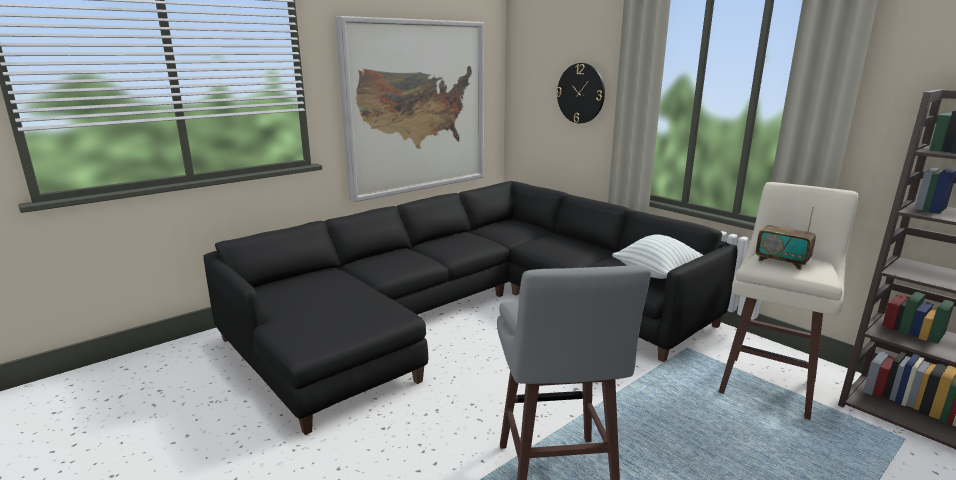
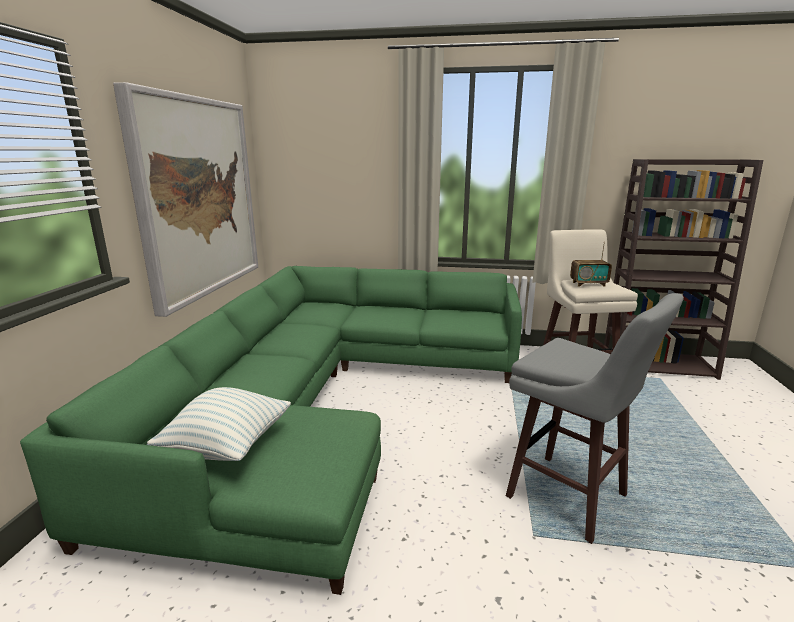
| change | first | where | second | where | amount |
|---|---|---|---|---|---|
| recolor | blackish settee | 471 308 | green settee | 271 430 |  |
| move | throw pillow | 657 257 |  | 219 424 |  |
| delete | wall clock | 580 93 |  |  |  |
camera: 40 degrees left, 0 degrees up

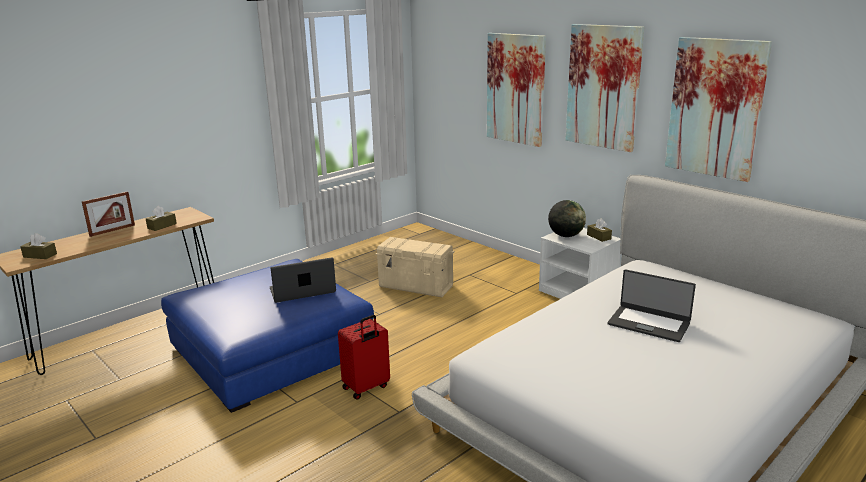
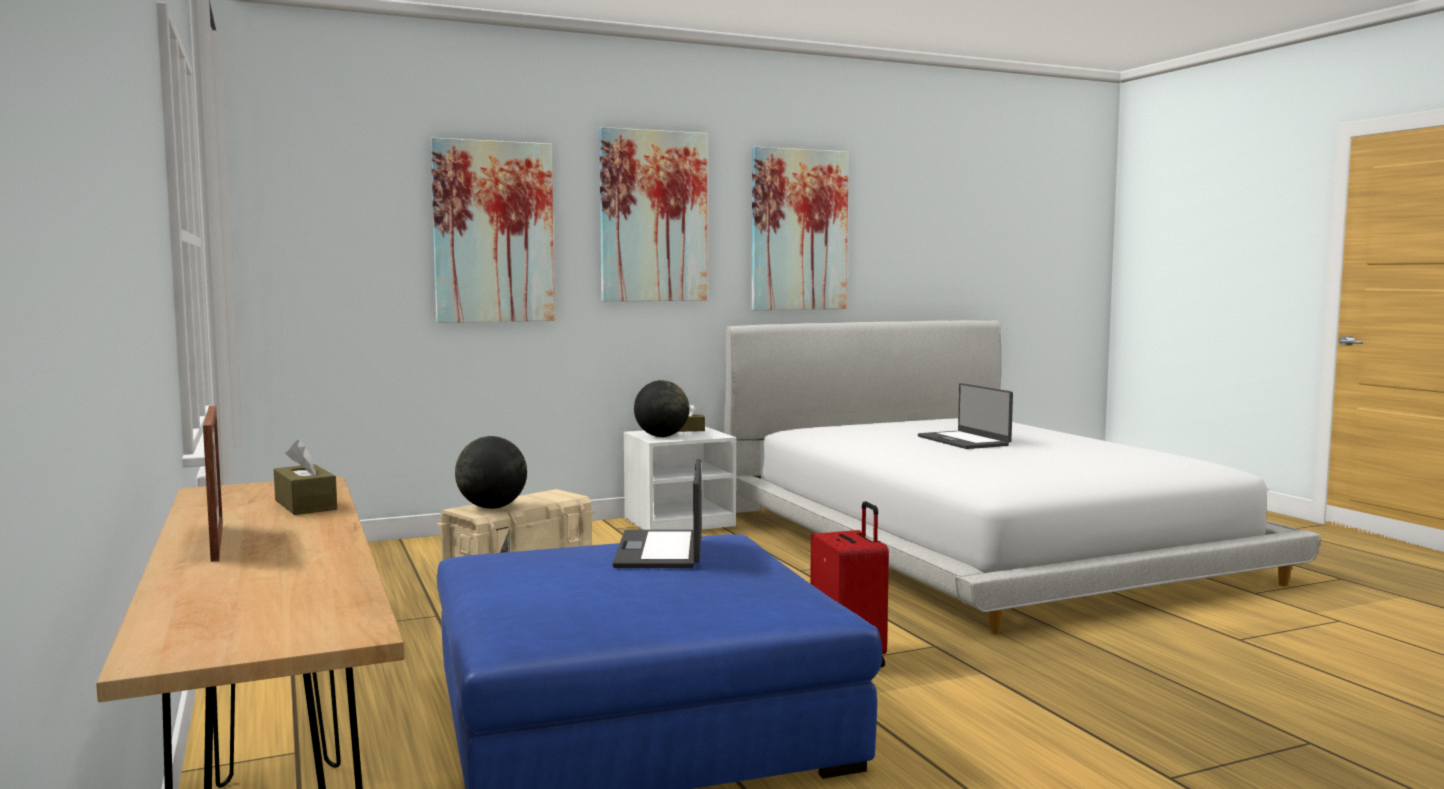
| change | first | where | second | where | amount |
|---|---|---|---|---|---|
| insert |  |  | world globe | 491 472 |  |
| rotate | laptop | 651 305 |  | 965 416 | 105 degrees clockwise |
| delete | brown tissue holder | 38 246 |  |  |  |
camera: 70 degrees left, 15 degrees down

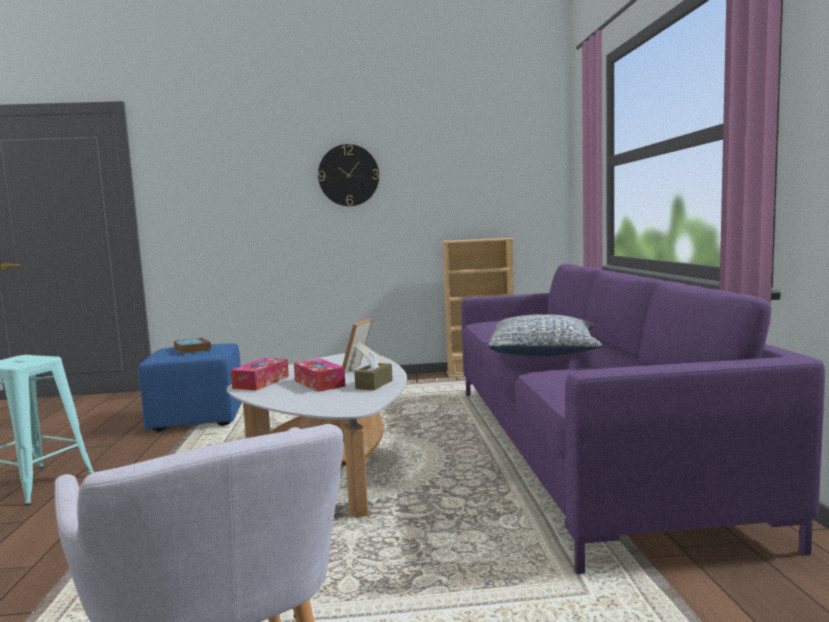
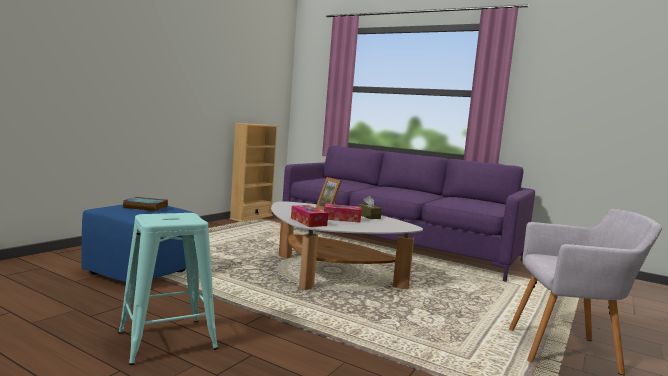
| change | first | where | second | where | amount |
|---|---|---|---|---|---|
| delete | wall clock | 348 175 |  |  |  |
| delete | throw pillow | 545 335 |  |  |  |
camera: 55 degrees left, 0 degrees up

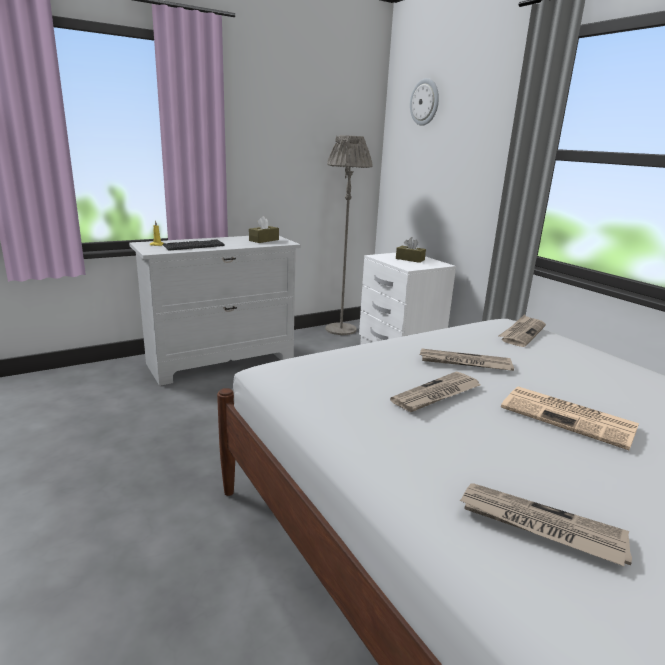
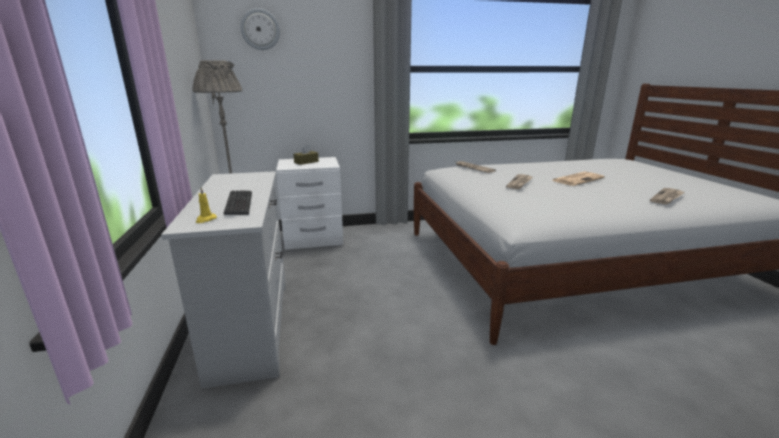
| change | first | where | second | where | amount |
|---|---|---|---|---|---|
| delete | brown tissue holder | 264 229 |  |  |  |
| delete | daily paper | 435 391 |  |  |  |
camera: 70 degrees left, 0 degrees up

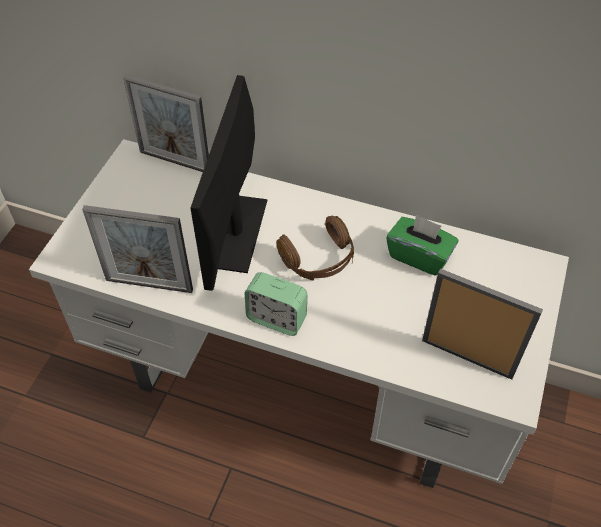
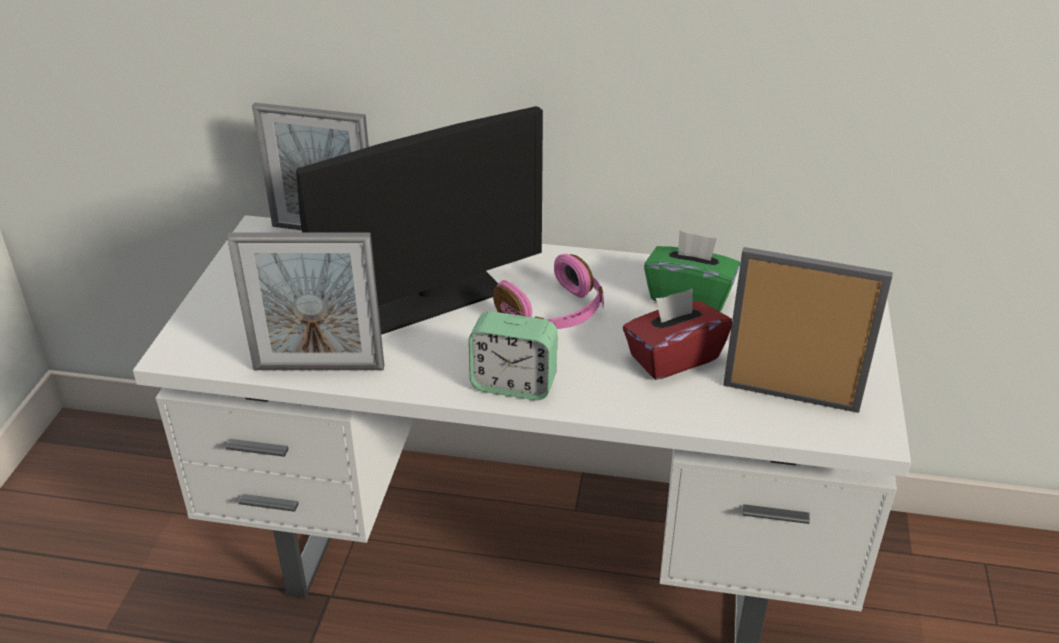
| change | first | where | second | where | amount |
|---|---|---|---|---|---|
| rotate | monitor | 228 183 |  | 419 220 | 120 degrees counterclockwise |
| recolor | brown headphones | 315 248 | pink headphones | 548 291 |  |
| insert |  |  | reddish tissue holder | 677 334 |  |
camera: 10 degrees left, 15 degrees down

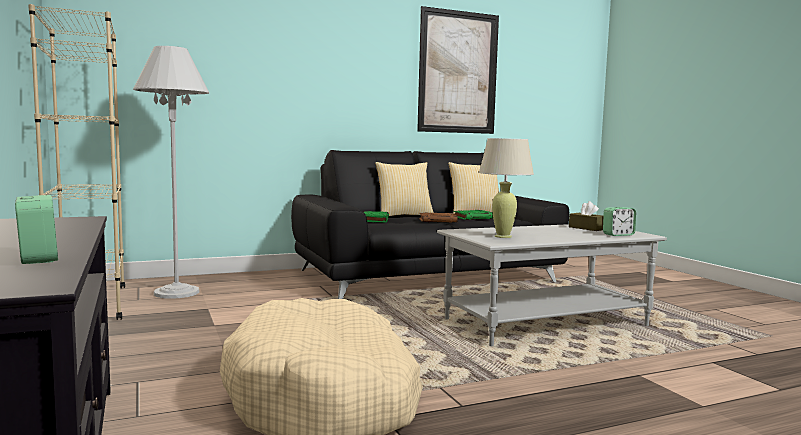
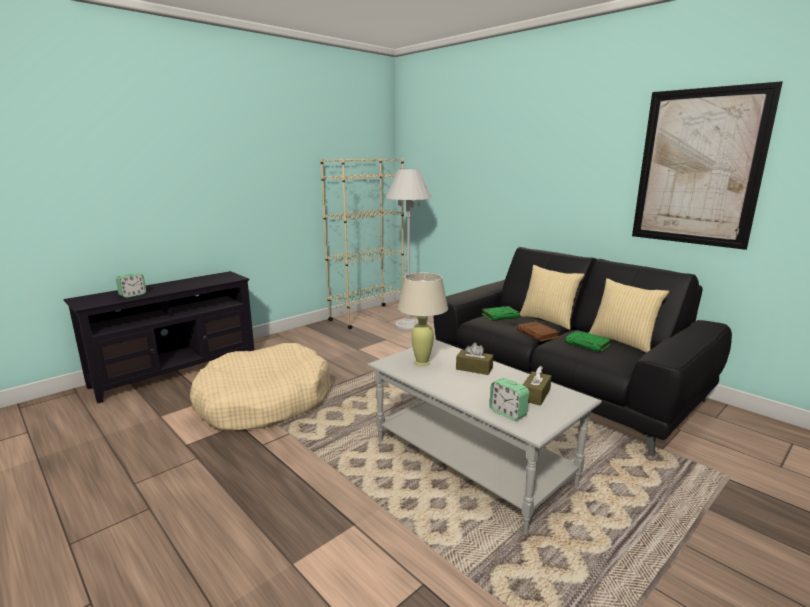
| change | first | where | second | where | amount |
|---|---|---|---|---|---|
| insert |  |  | brown tissue holder | 474 359 |  |
camera: 70 degrees right, 10 degrees up

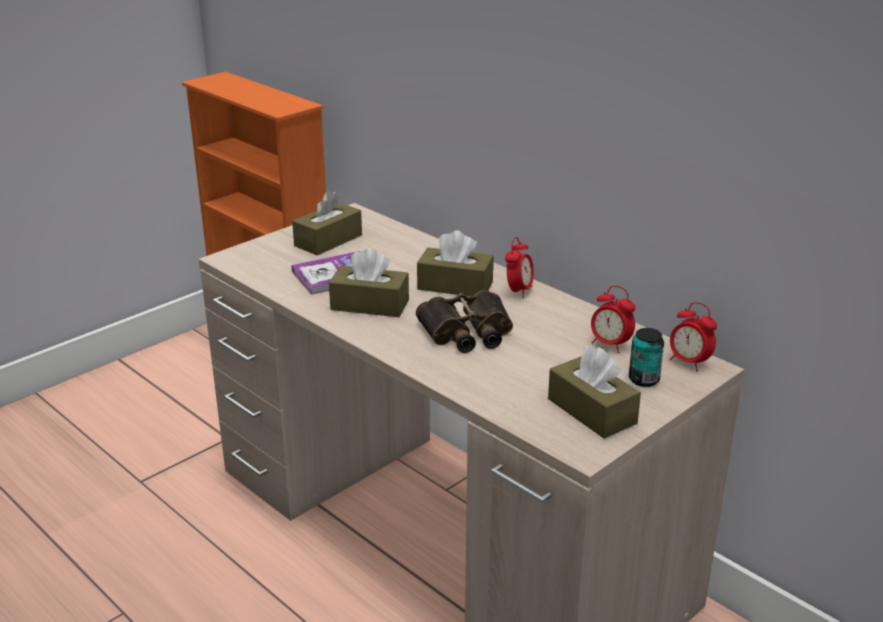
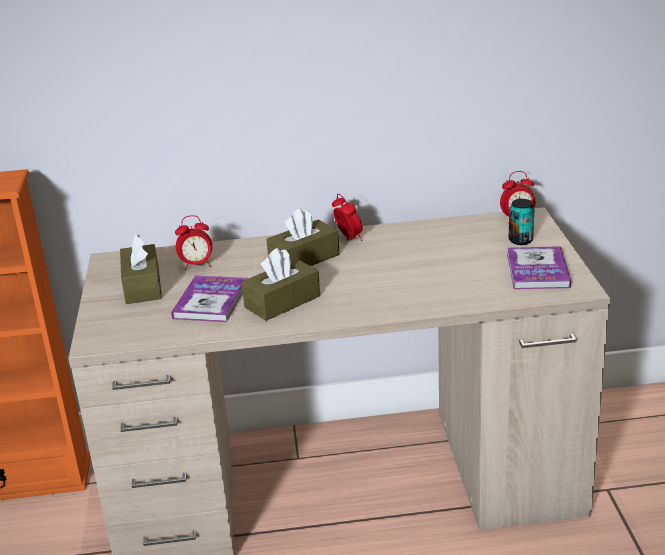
| change | first | where | second | where | amount |
|---|---|---|---|---|---|
| move | alarm clock | 613 319 |  | 193 243 |  |
| replace | brown tissue holder | 594 392 | volume | 539 267 |  |
| delete | field glasses | 464 321 |  |  |  |
camera: 50 degrees left, 0 degrees up

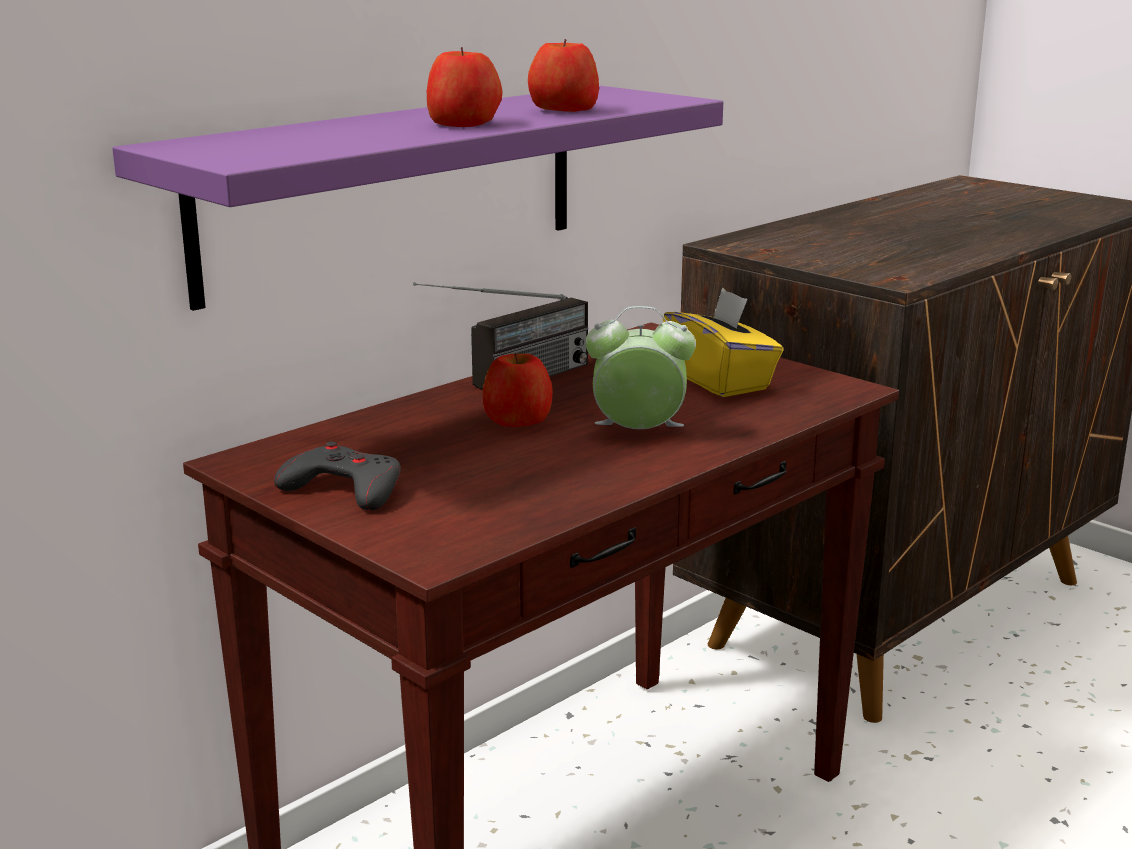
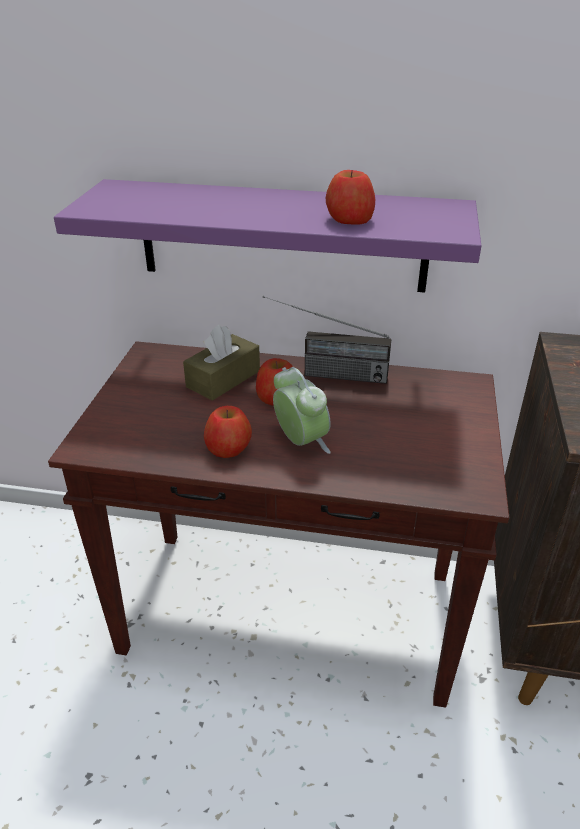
| change | first | where | second | where | amount |
|---|---|---|---|---|---|
| insert |  |  | brown tissue holder | 221 362 |  |
| move | apple fruit | 465 87 |  | 228 432 |  |
| delete | grey game controller | 337 476 |  |  |  |
| delete | yellowish tissue holder | 723 342 |  |  |  |
camera: 55 degrees right, 15 degrees up

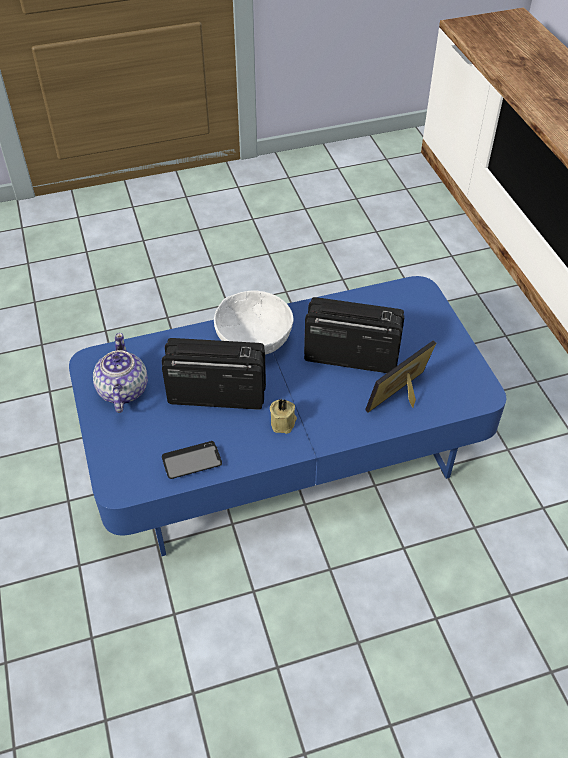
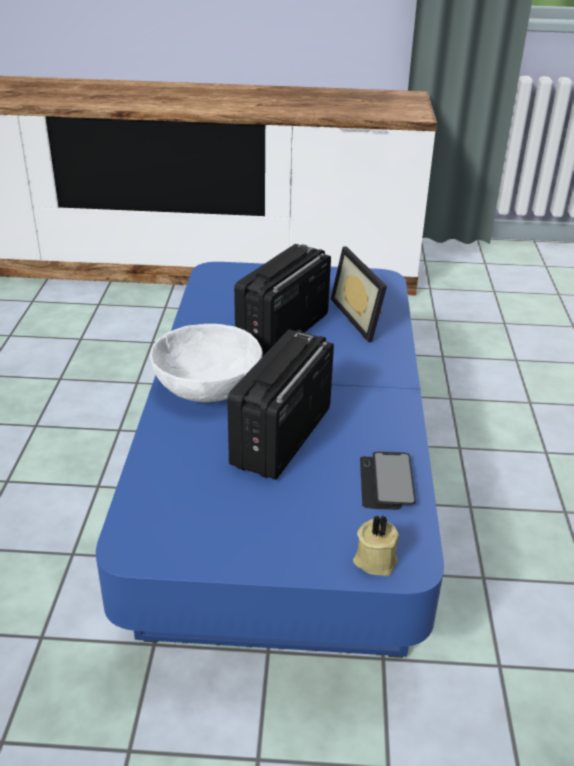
| change | first | where | second | where | amount |
|---|---|---|---|---|---|
| move | beige-coloured candle | 283 416 |  | 376 545 |  |
| delete | tea pot | 120 373 |  |  |  |
camera: 70 degrees left, 15 degrees down

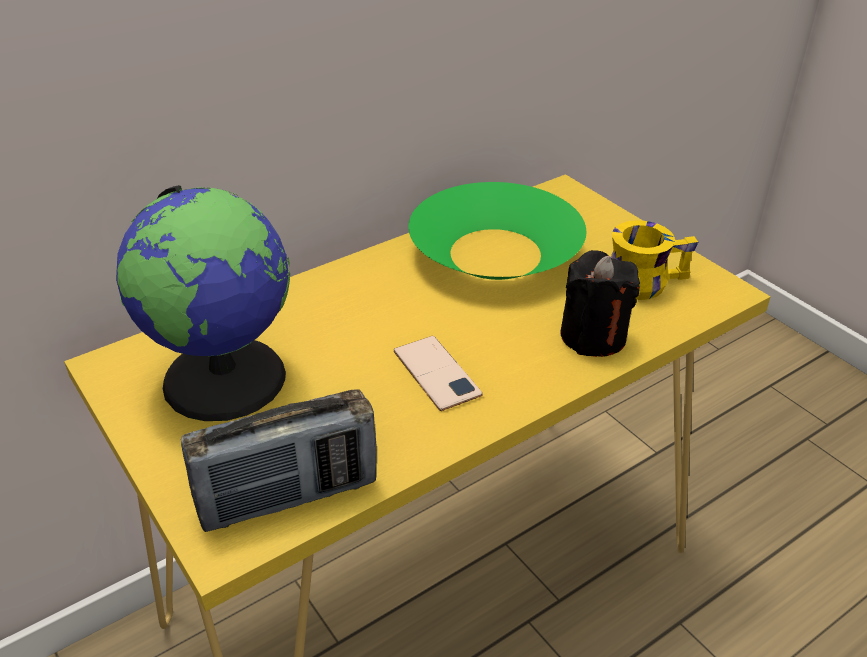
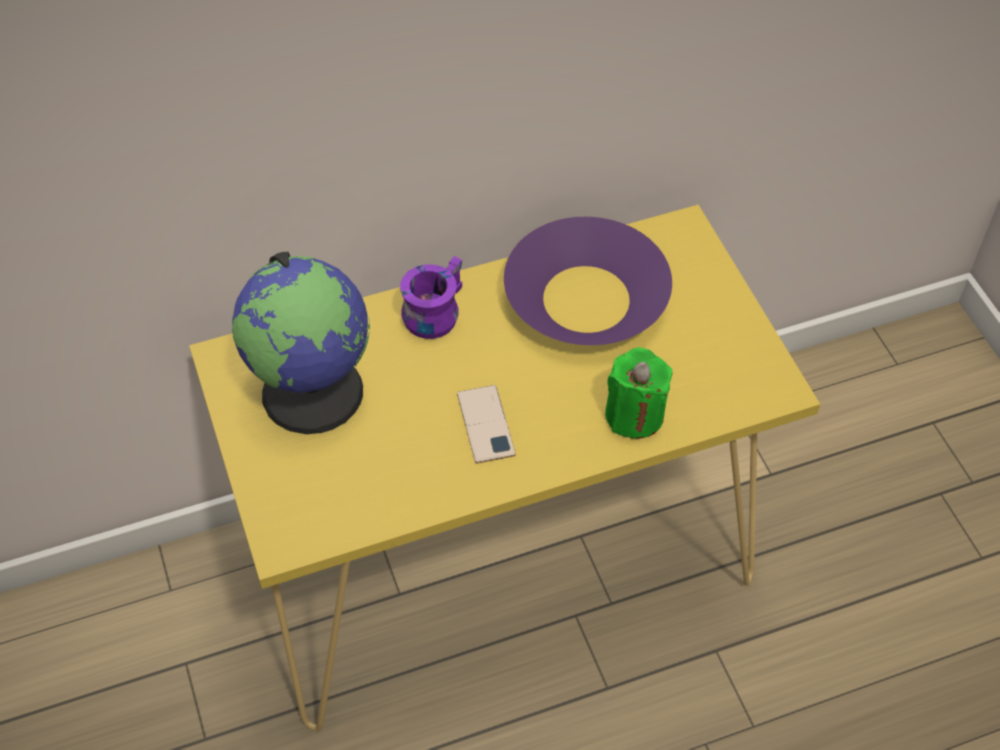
| change | first | where | second | where | amount |
|---|---|---|---|---|---|
| insert |  |  | purple-coloured mug | 431 297 |  |
| recolor | green bowl | 497 231 | purple-coloured bowl | 588 281 |  |
| recolor | blackish candle | 600 303 | green candle | 639 393 |  |
| delete | radio | 279 460 |  |  |  |
| delete | yellowish mug | 654 260 |  |  |  |
camera: 15 degrees right, 15 degrees up

